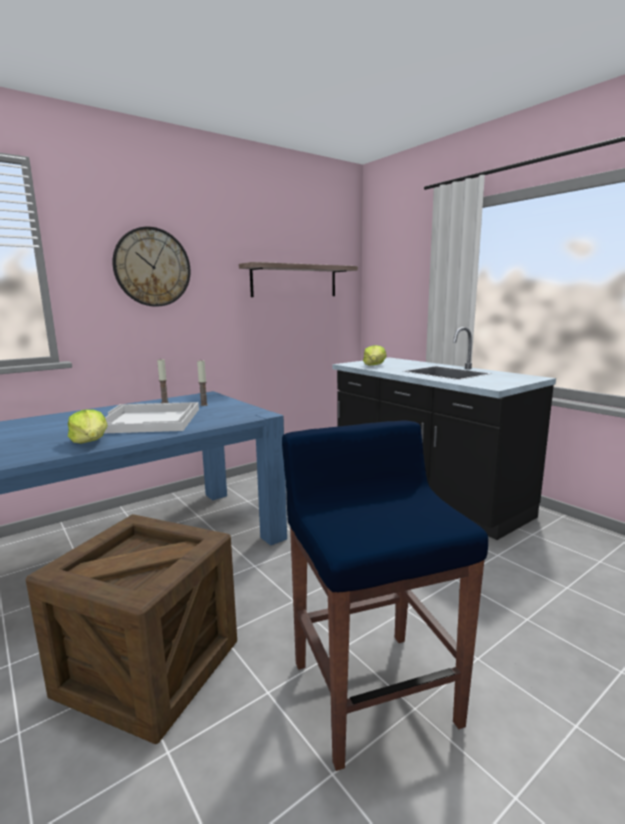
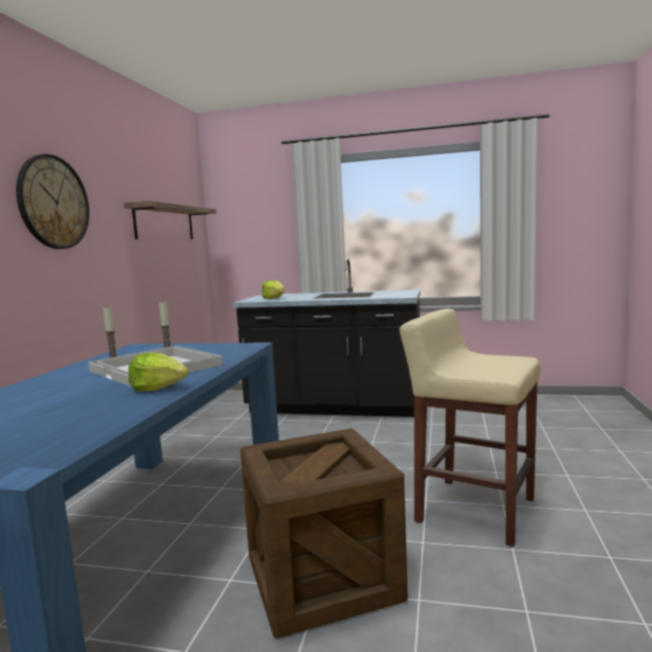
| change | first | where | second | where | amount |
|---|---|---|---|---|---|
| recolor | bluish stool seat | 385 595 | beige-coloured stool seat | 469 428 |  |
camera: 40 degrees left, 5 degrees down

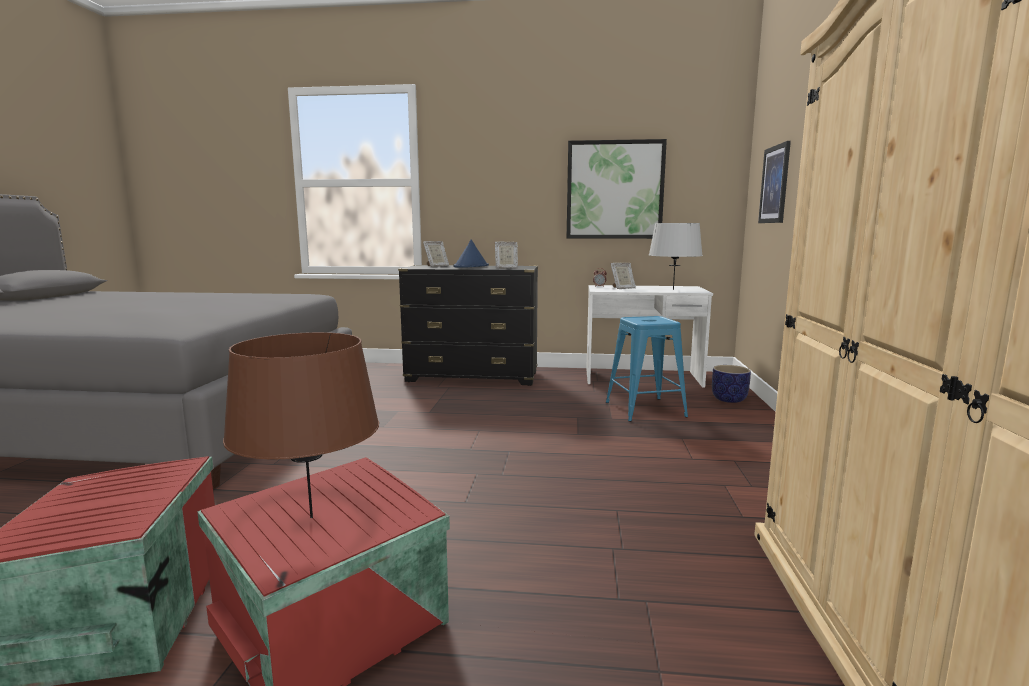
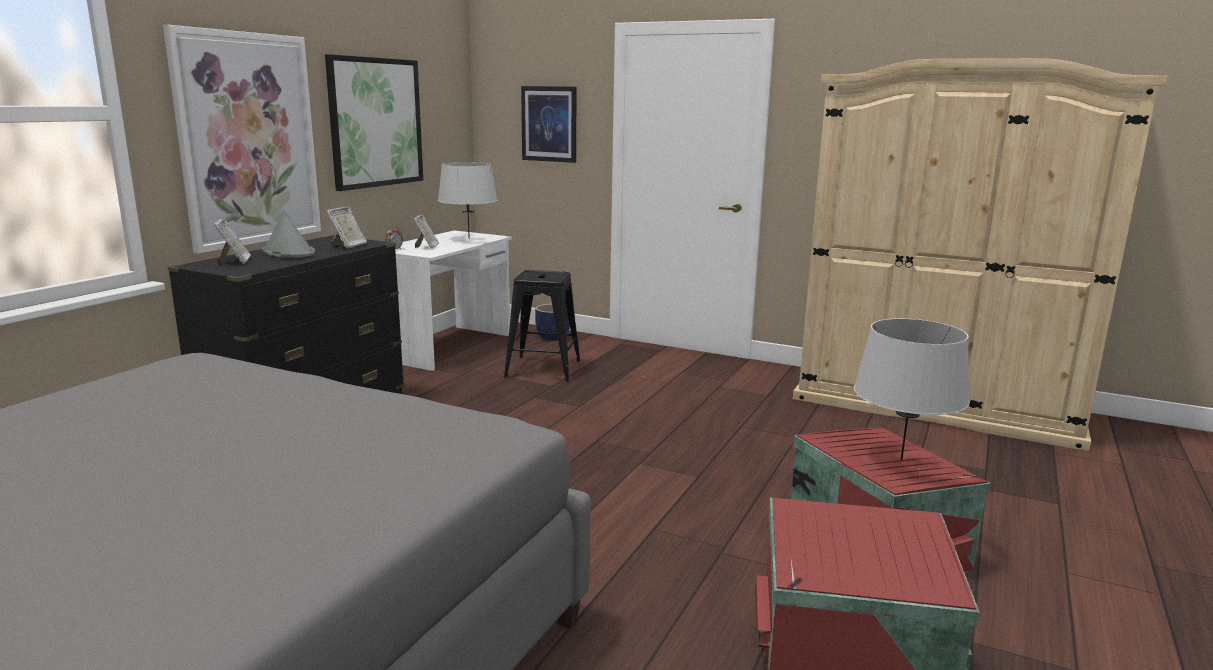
| change | first | where | second | where | amount |
|---|---|---|---|---|---|
| insert |  |  | wall picture | 242 139 |  |
| recolor | bluish wearable hat | 471 254 | grey wearable hat | 288 234 |  |
| recolor | bluish stool seat | 647 369 | blackish stool seat | 542 326 |  |
| recolor | brown tabletop lamp | 301 425 | grey tabletop lamp | 912 389 |  |
camera: 70 degrees left, 5 degrees up

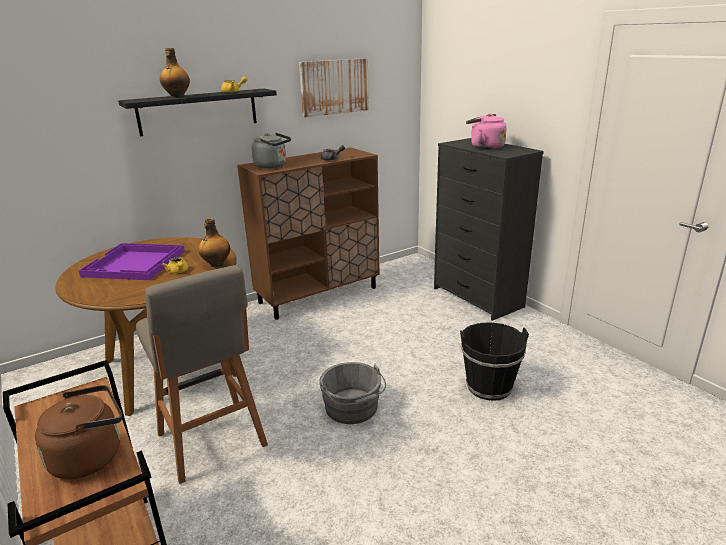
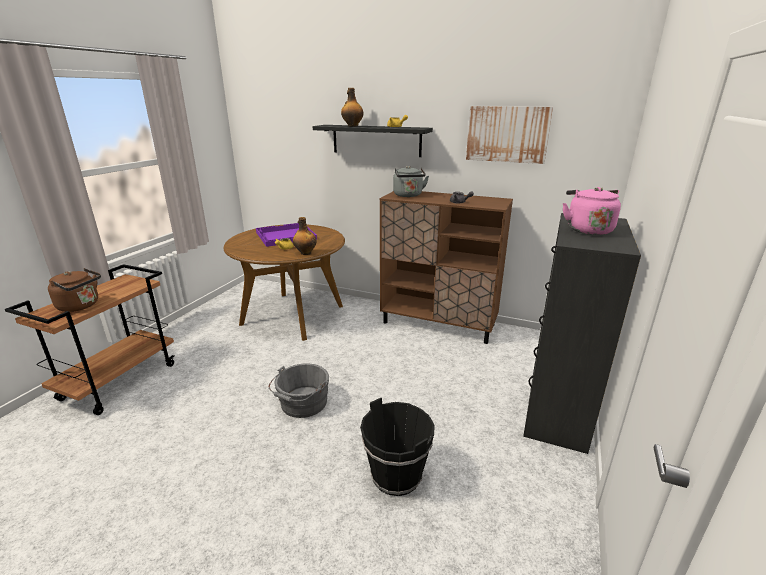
| change | first | where | second | where | amount |
|---|---|---|---|---|---|
| delete | grey stool seat | 202 374 |  |  |  |
camera: 55 degrees right, 0 degrees up

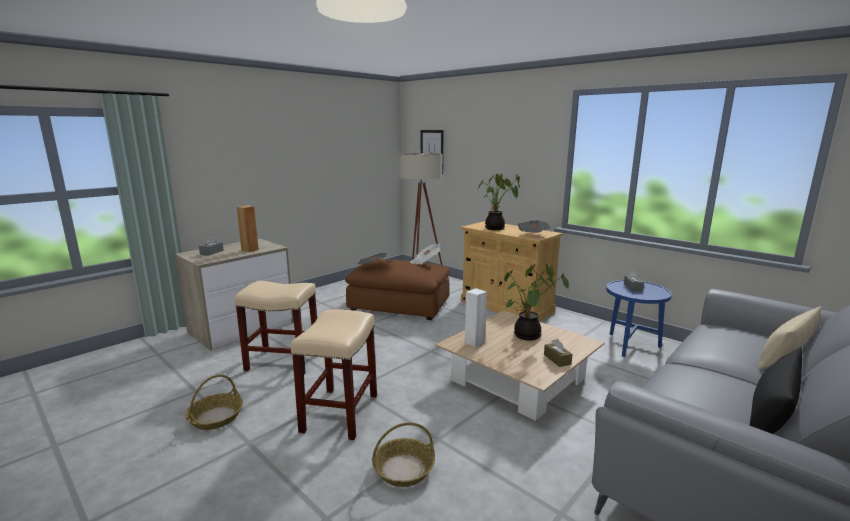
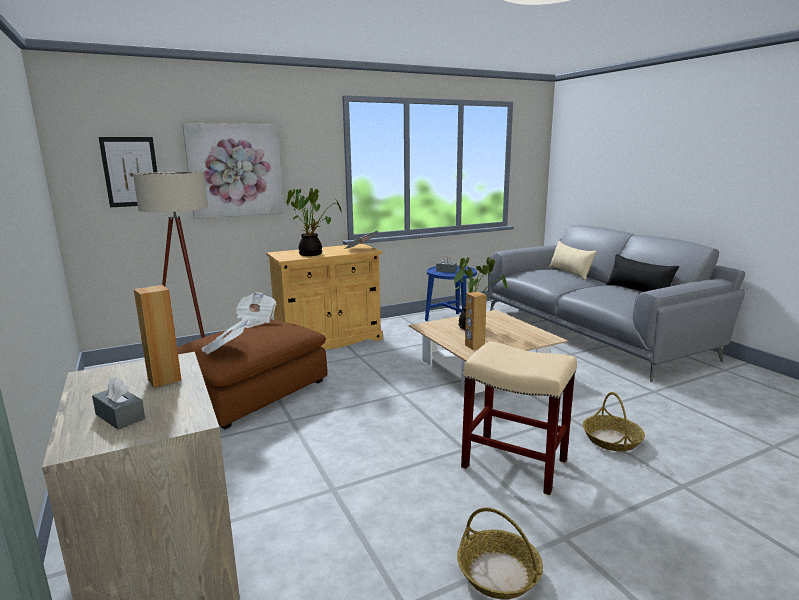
| change | first | where | second | where | amount |
|---|---|---|---|---|---|
| insert |  |  | wall picture | 233 171 |  |
| recolor | white speaker | 476 317 | brown speaker | 476 320 |  |
| delete | beige-coloured stool seat | 275 328 |  |  |  |
| delete | brown tissue holder | 558 353 |  |  |  |
camera: 70 degrees left, 0 degrees up

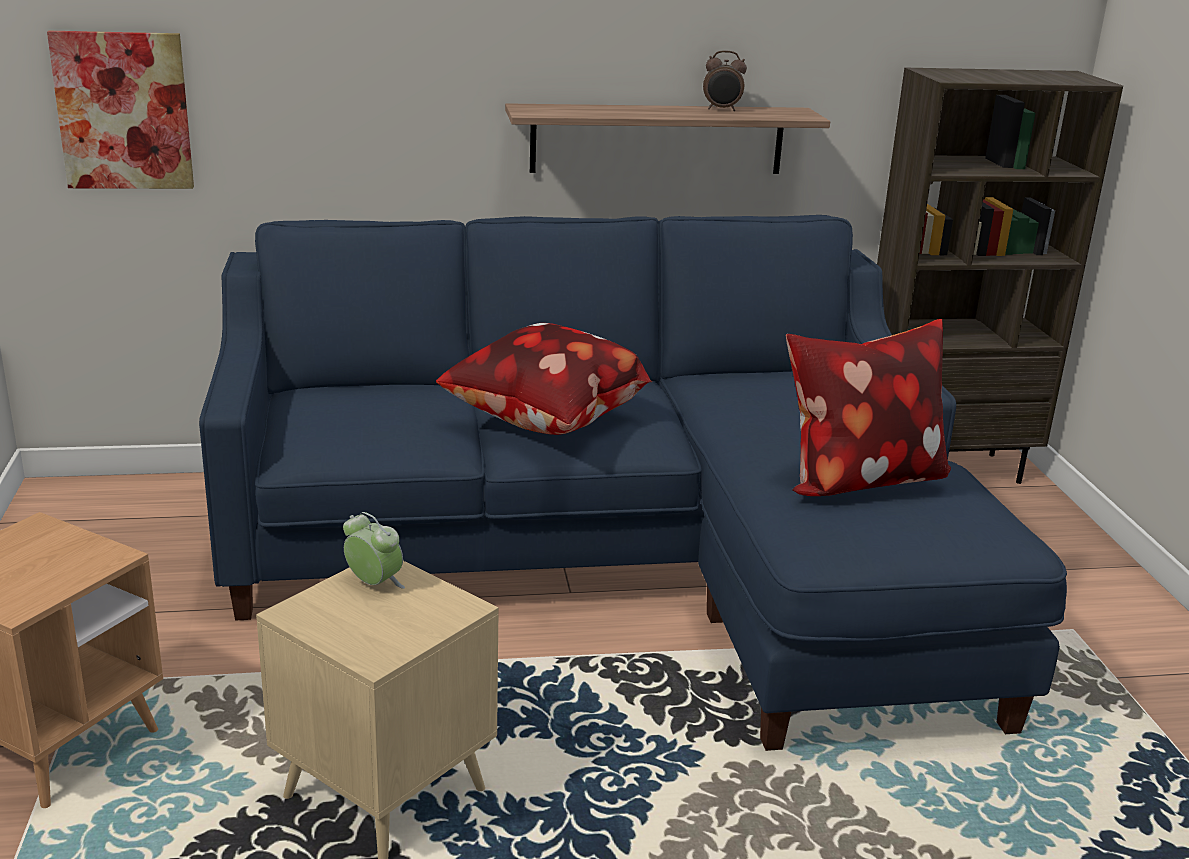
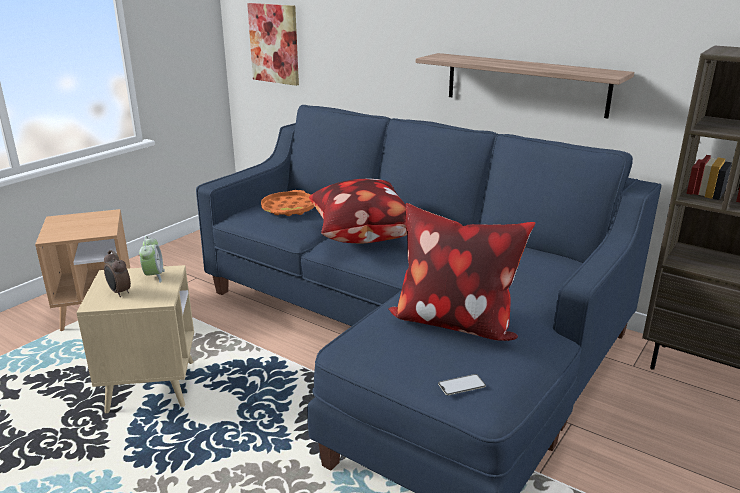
| change | first | where | second | where | amount |
|---|---|---|---|---|---|
| move | alarm clock | 725 80 |  | 117 273 |  |
| insert |  |  | orange tray | 287 203 |  |
| insert |  |  | telephone | 462 384 |  |
camera: 45 degrees right, 0 degrees up

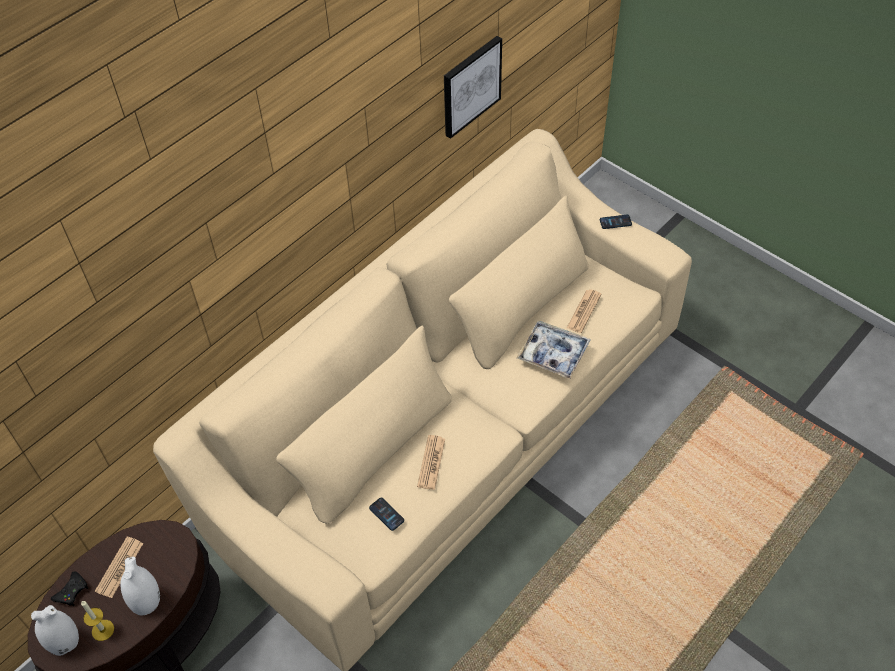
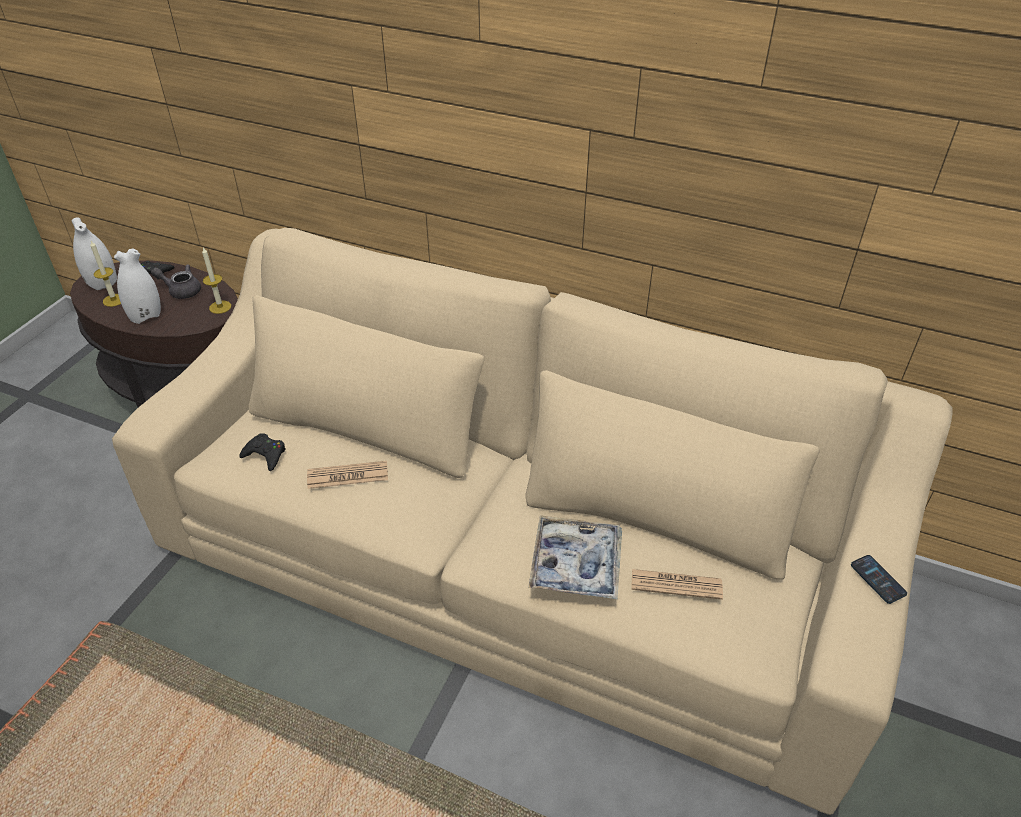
| change | first | where | second | where | amount |
|---|---|---|---|---|---|
| replace | daily paper | 119 567 | grey tea pot | 176 281 |  |
| insert |  |  | candle | 216 280 |  |
| replace | telephone | 386 514 | blackish game controller | 262 452 |  |
| delete | wall picture | 473 87 |  |  |  |
camera: 70 degrees right, 10 degrees down

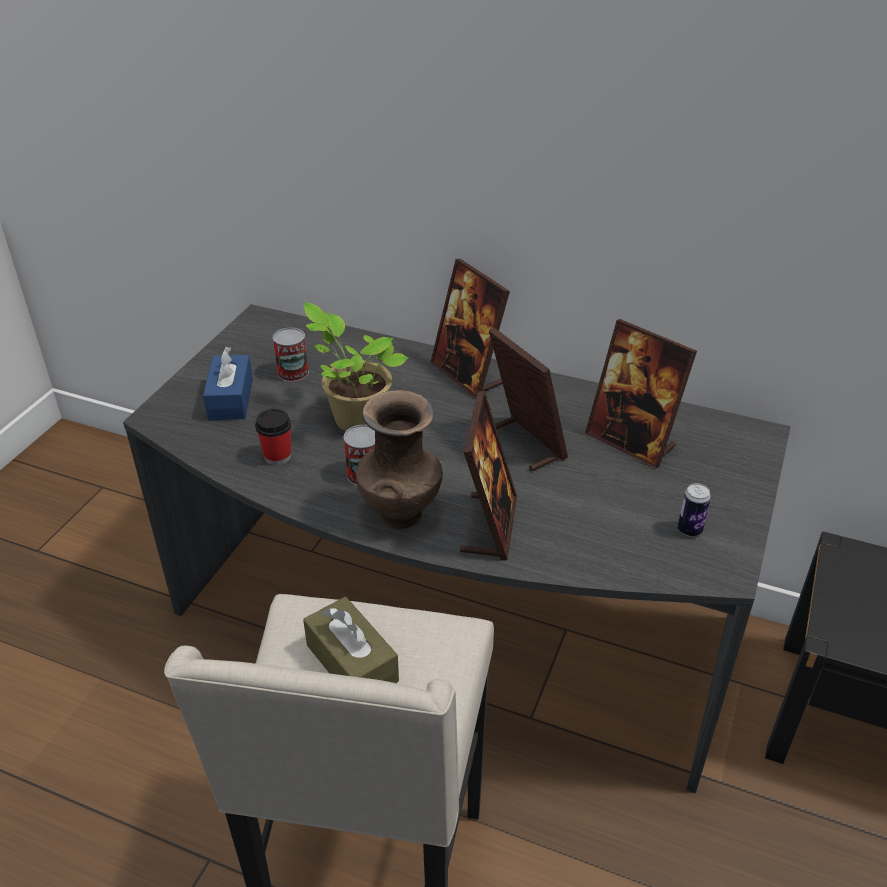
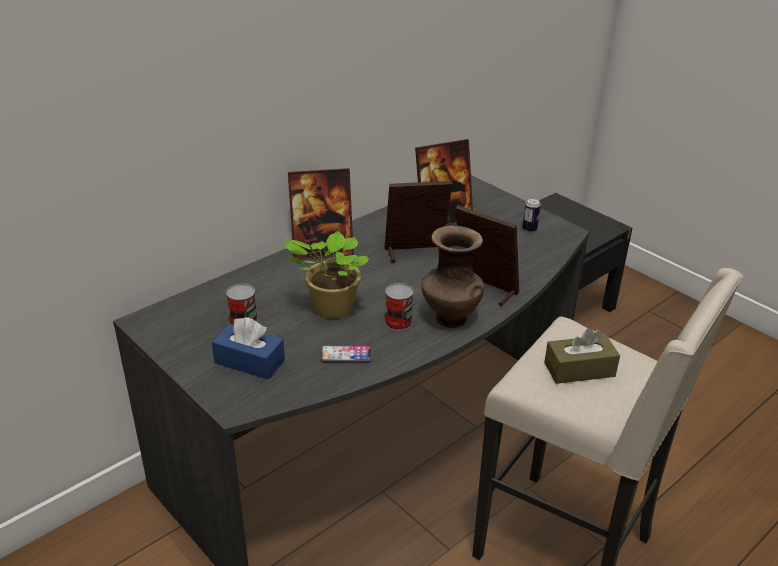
| change | first | where | second | where | amount |
|---|---|---|---|---|---|
| replace | small cup | 273 437 | telephone | 346 354 |  |
camera: 65 degrees left, 5 degrees down

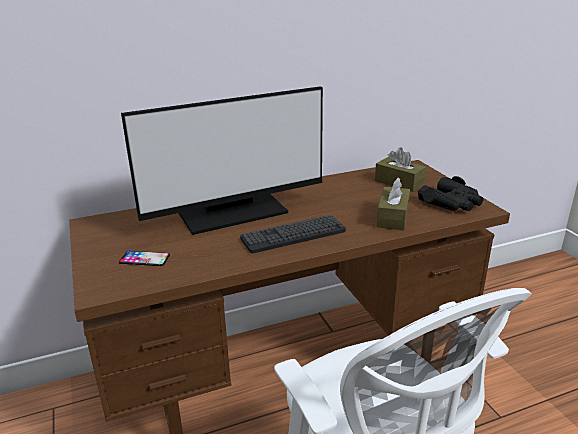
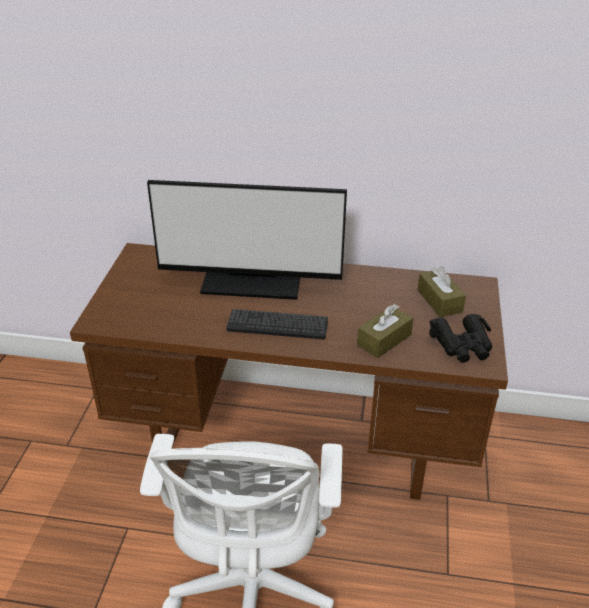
| change | first | where | second | where | amount |
|---|---|---|---|---|---|
| delete | telephone | 144 258 |  |  |  |
camera: 30 degrees right, 10 degrees up

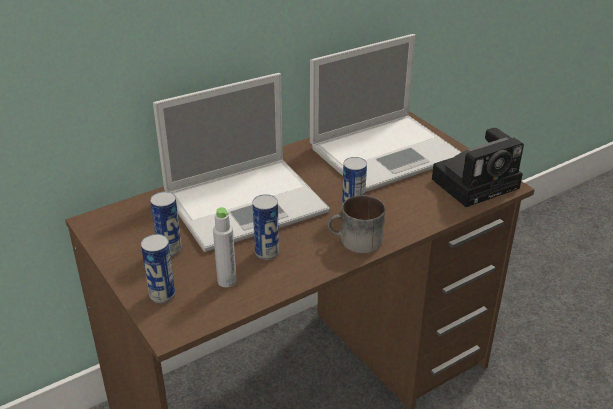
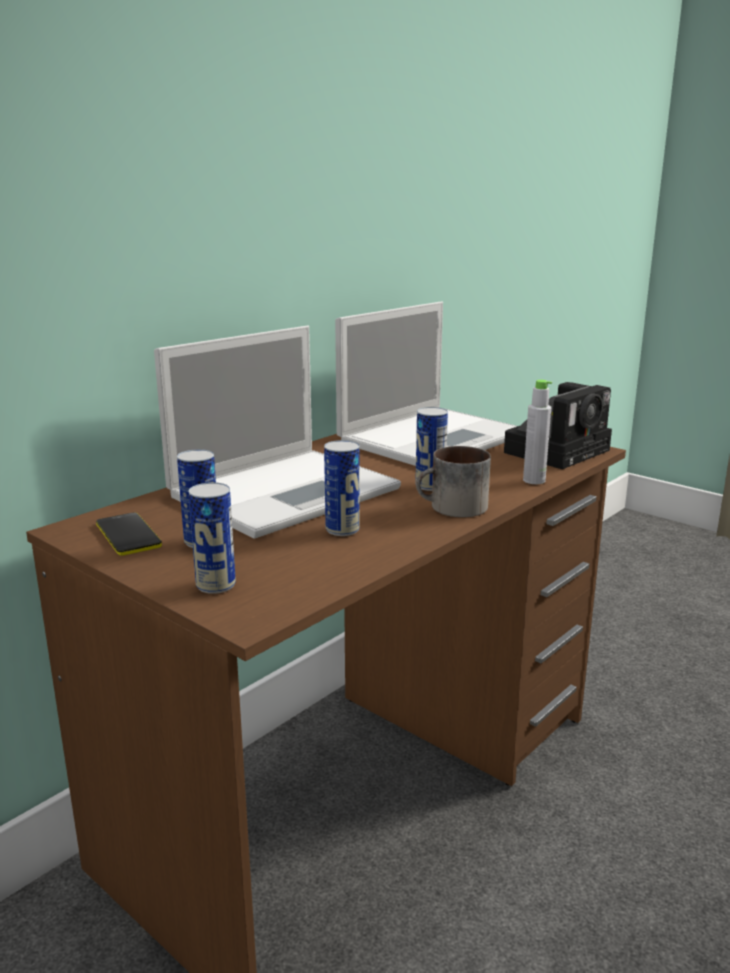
| change | first | where | second | where | amount |
|---|---|---|---|---|---|
| insert |  |  | telephone | 129 534 |  |
| move | grey bottle | 225 247 |  | 537 432 |  |
camera: 15 degrees left, 15 degrees down

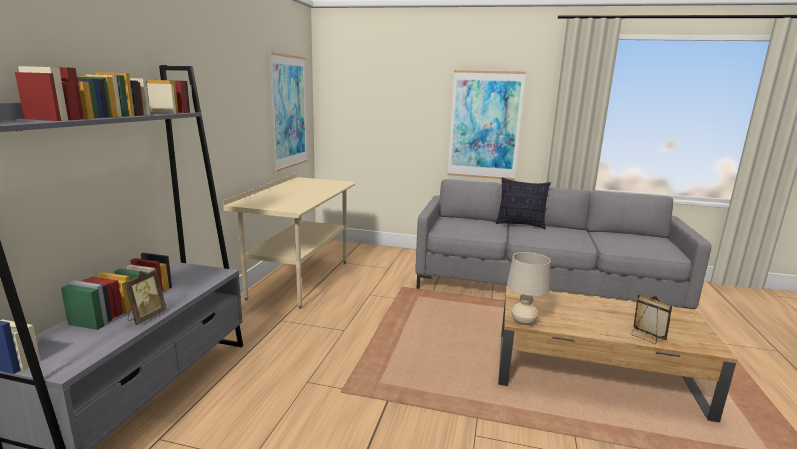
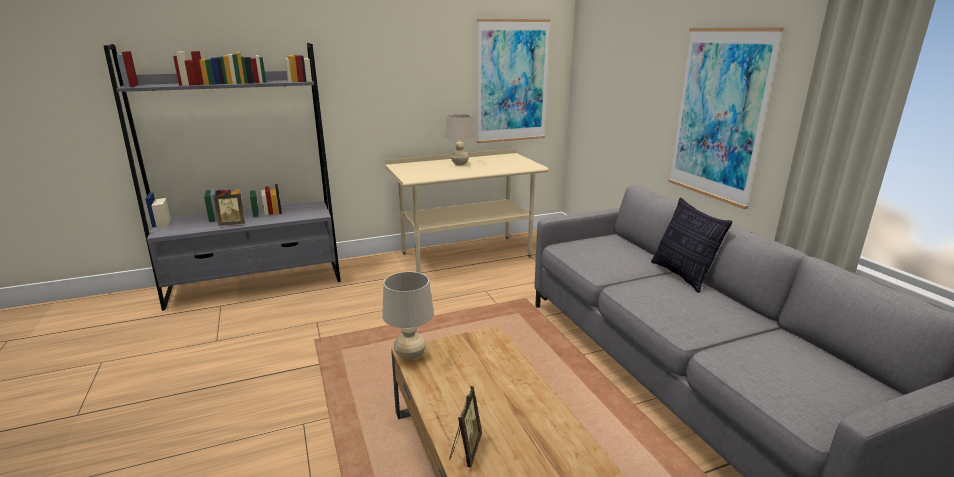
| change | first | where | second | where | amount |
|---|---|---|---|---|---|
| insert |  |  | beige-coloured tabletop lamp | 459 139 |  |
camera: 55 degrees right, 5 degrees up

